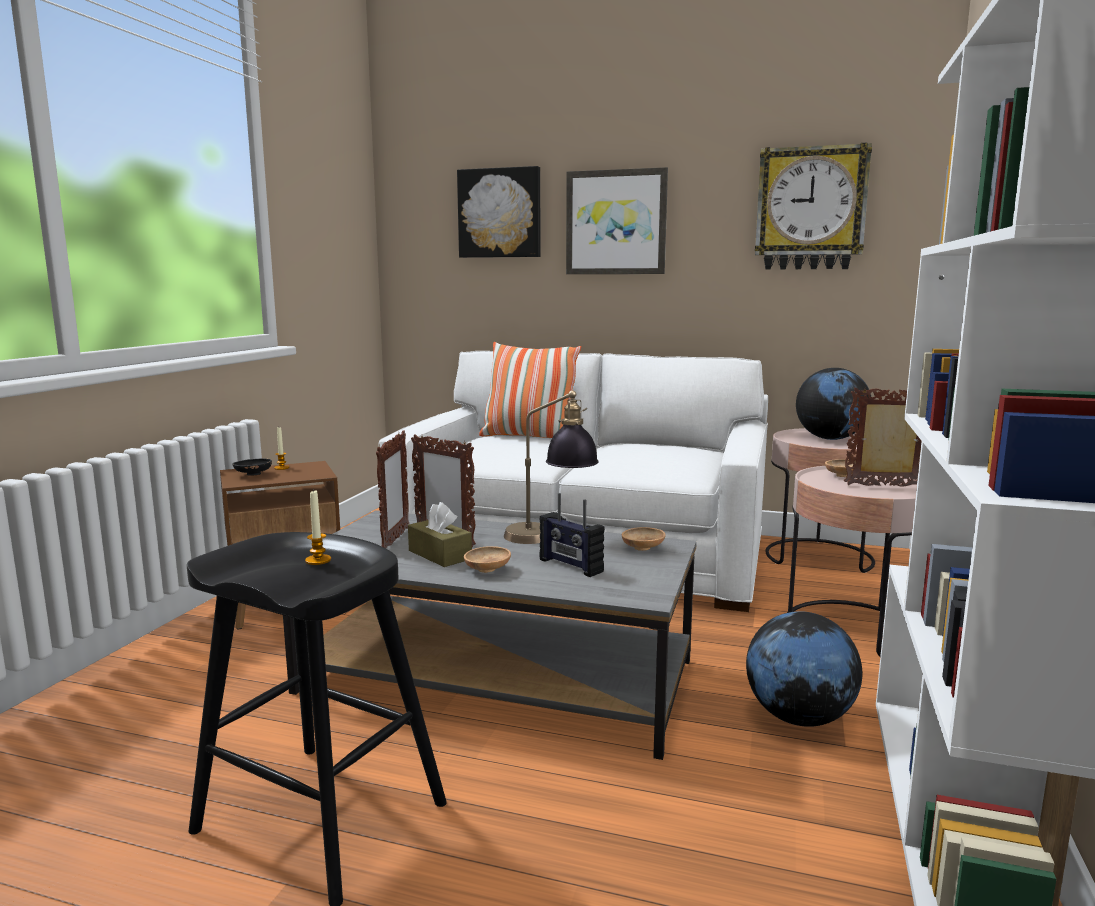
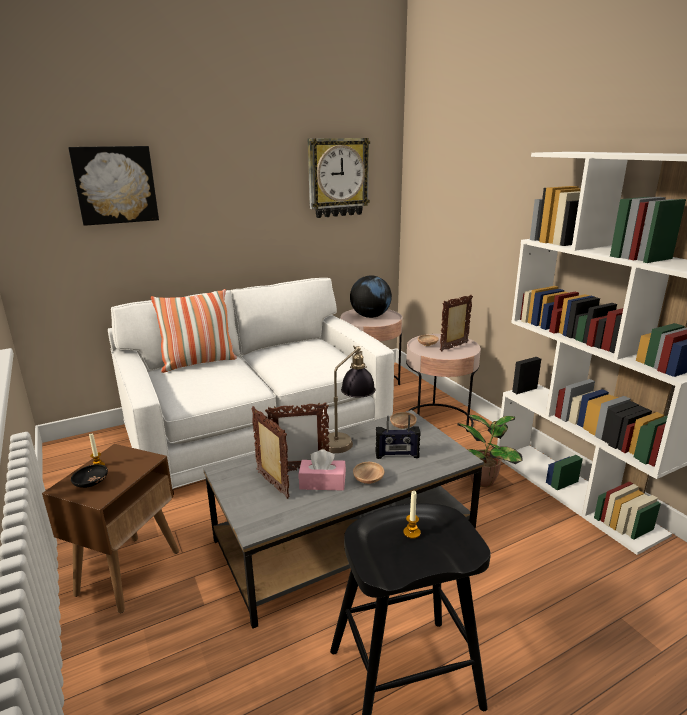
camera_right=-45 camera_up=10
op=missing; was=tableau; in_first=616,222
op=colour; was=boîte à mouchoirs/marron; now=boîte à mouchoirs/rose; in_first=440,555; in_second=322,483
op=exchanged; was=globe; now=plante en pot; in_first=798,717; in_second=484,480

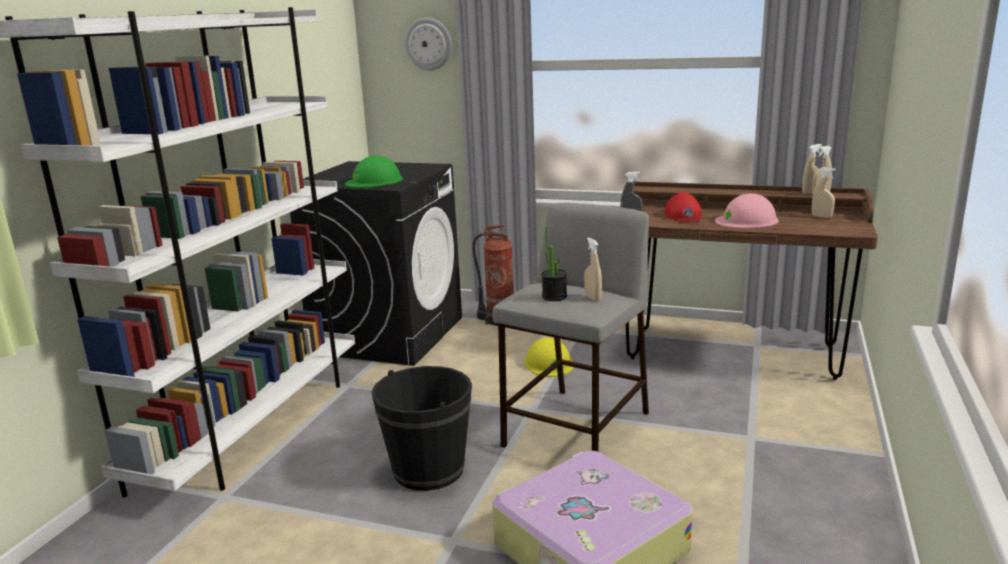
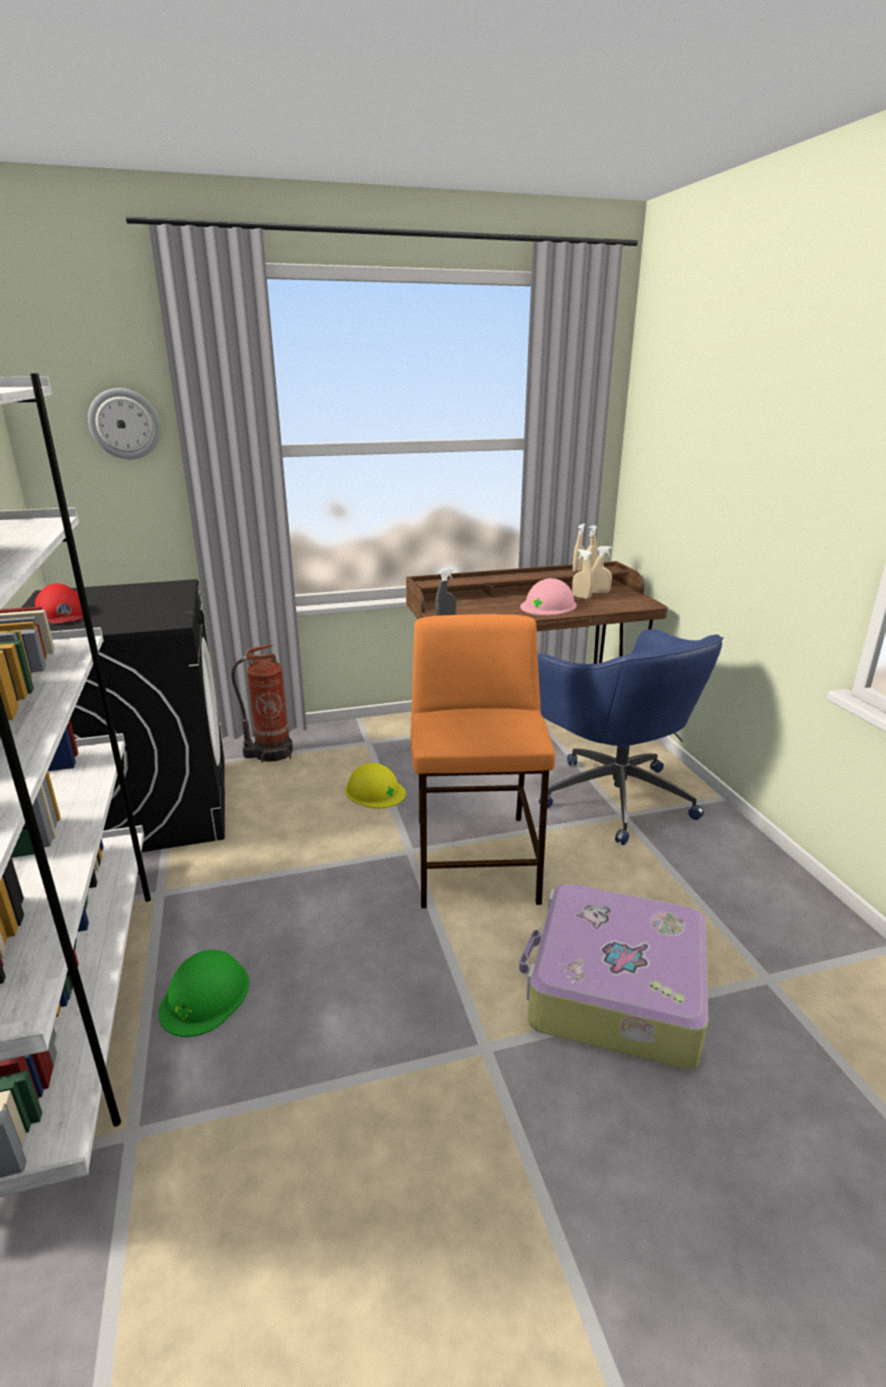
camera_right=-35 camera_up=5
op=relocated; was=casque de chantier/vert; in_first=374,181; in_second=205,995
op=relocated; was=casquette/rouge; in_first=684,216; in_second=62,614
op=colour; was=tabouret/gris; now=tabouret/orange; in_first=576,430; in_second=476,860
op=missing; was=plante en pot; in_first=554,297
op=relocated; was=vaporisateur/beige; in_first=592,298; in_second=581,597
op=missing; was=seau/noir; in_first=428,470
op=appeared; now=chaise de bureau/bleu; in_second=613,795

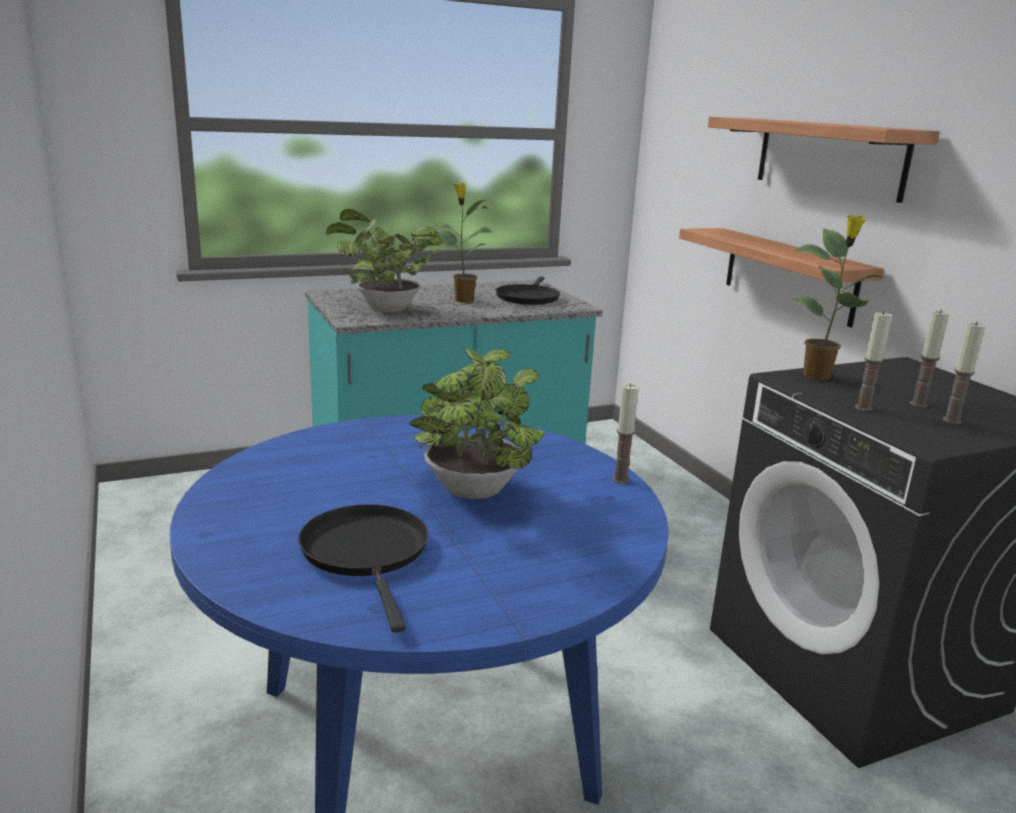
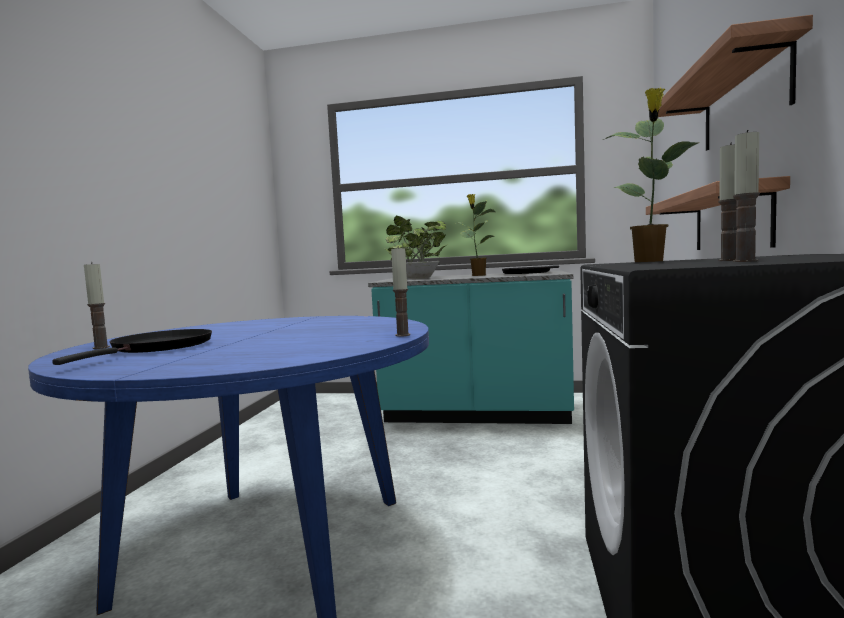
camera_right=35 camera_up=-15
op=relocated; was=bougie; in_first=863,408; in_second=101,347
op=missing; was=plante en pot; in_first=472,493

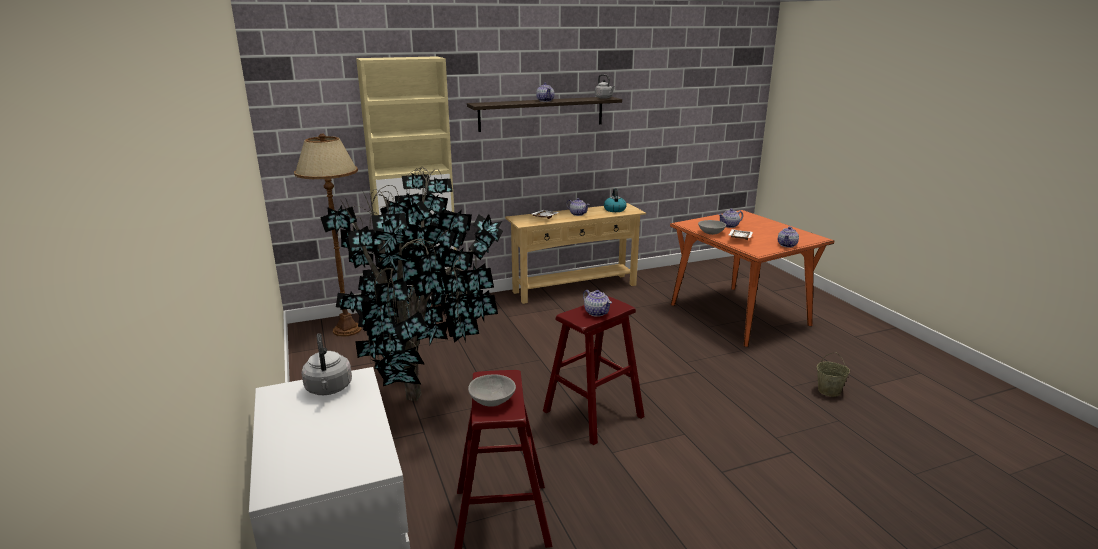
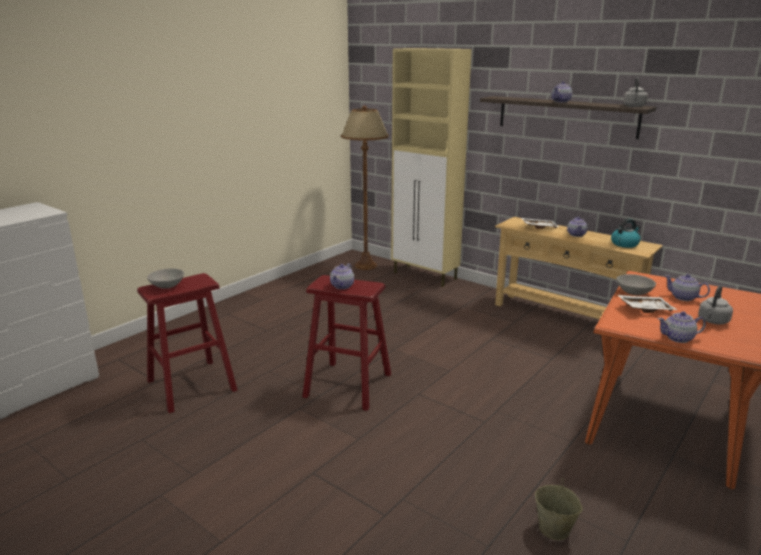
camera_right=60 camera_up=0
op=missing; was=plante en pot; in_first=427,399
op=relocated; was=bouilloire/gris; in_first=329,389; in_second=712,321

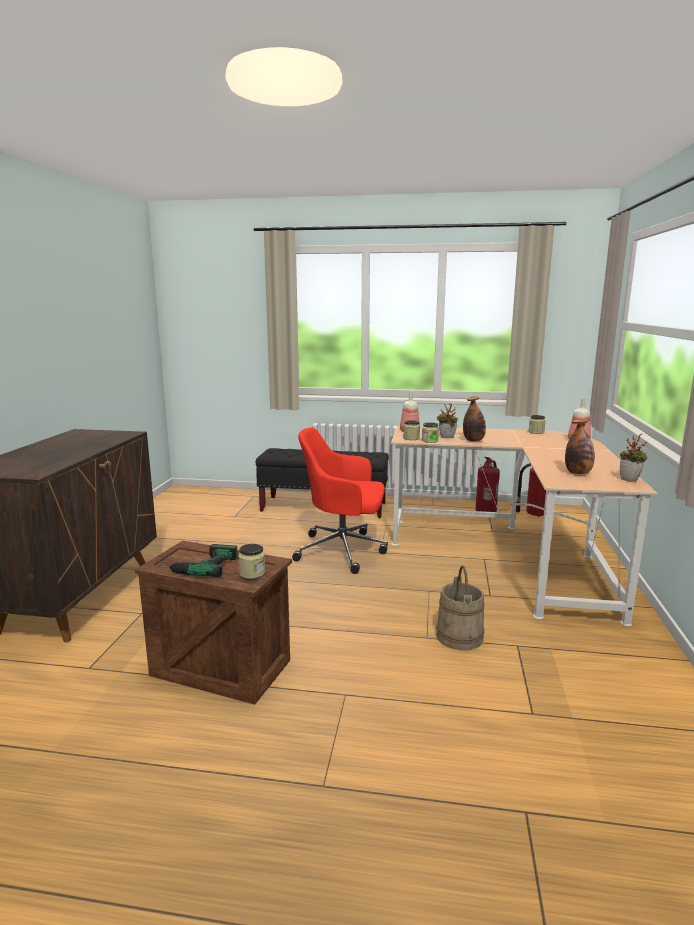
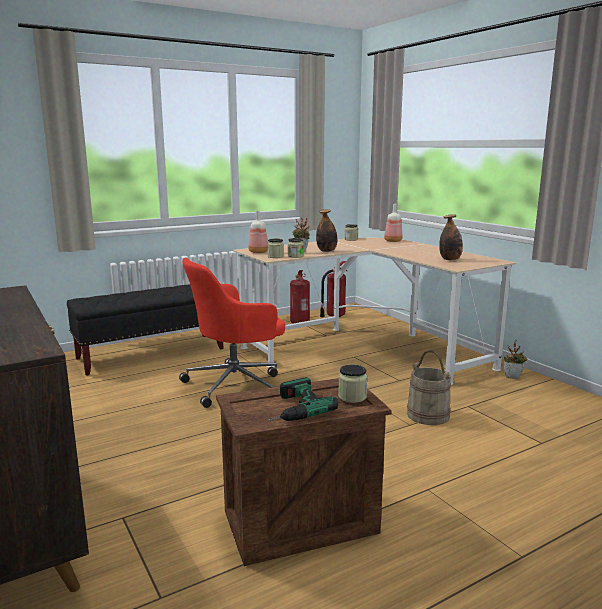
camera_right=-40 camera_up=0
op=relocated; was=plante en pot; in_first=630,480; in_second=513,377

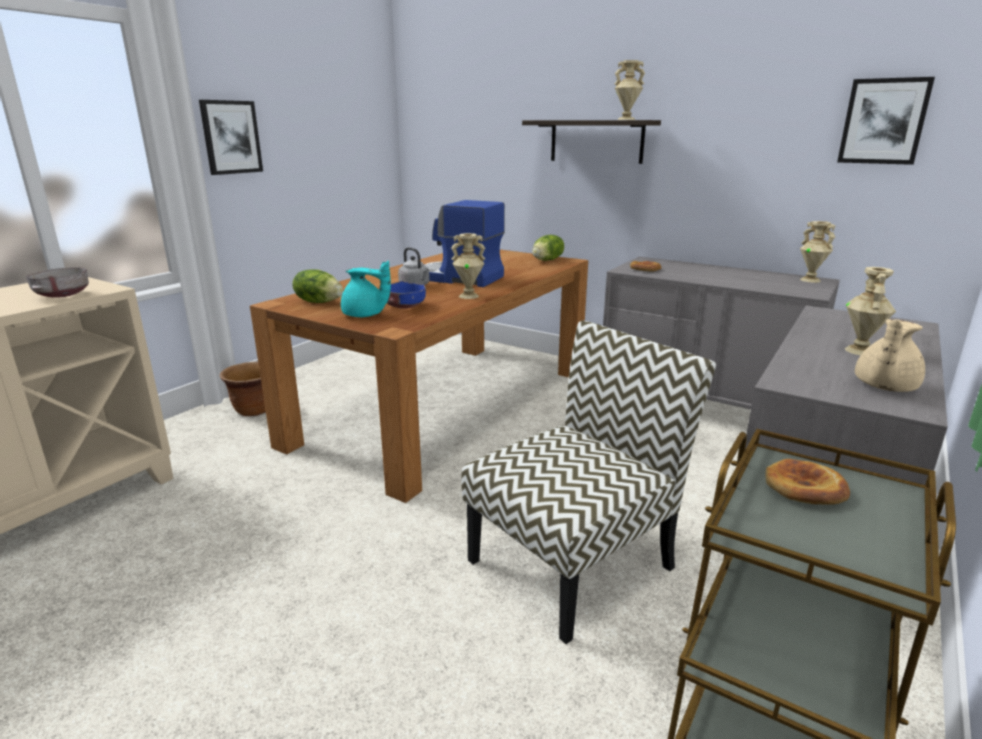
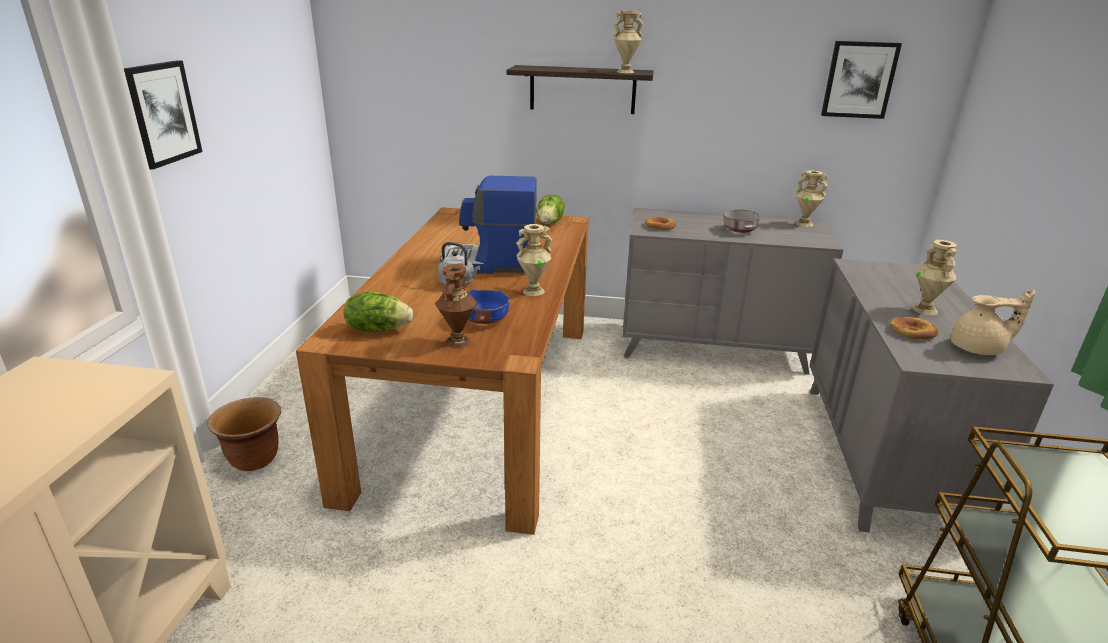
camera_right=-25 camera_up=5
op=exchanged; was=théière/turquoise; now=vase/marron; in_first=365,315; in_second=458,342
op=relocated; was=bol/gris; in_first=63,295; in_second=739,230
op=spun; was=théière/beige; in_first=883,386; in_second=978,349; clockwise=-105
op=missing; was=chaise; in_first=572,562
op=relocated; was=pain; in_first=804,487; in_second=911,331

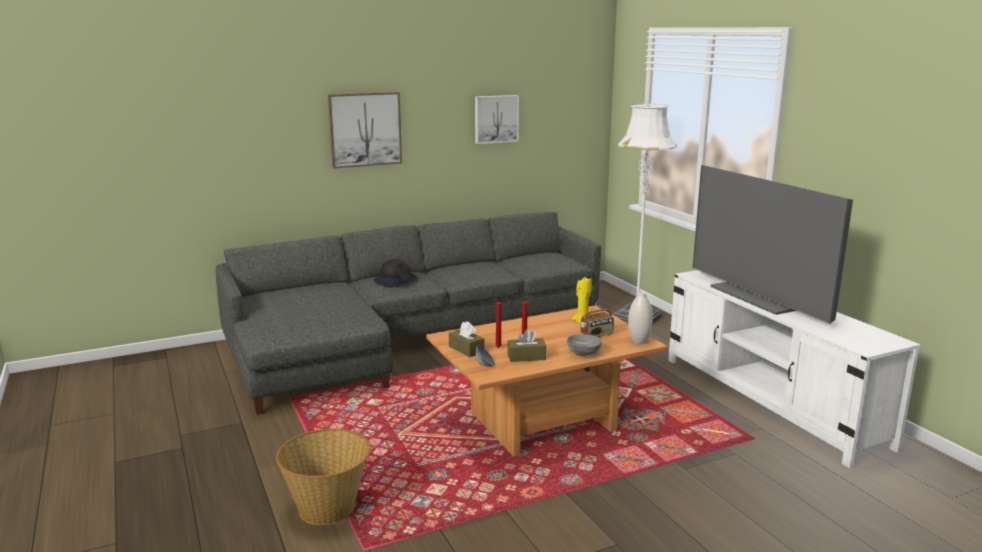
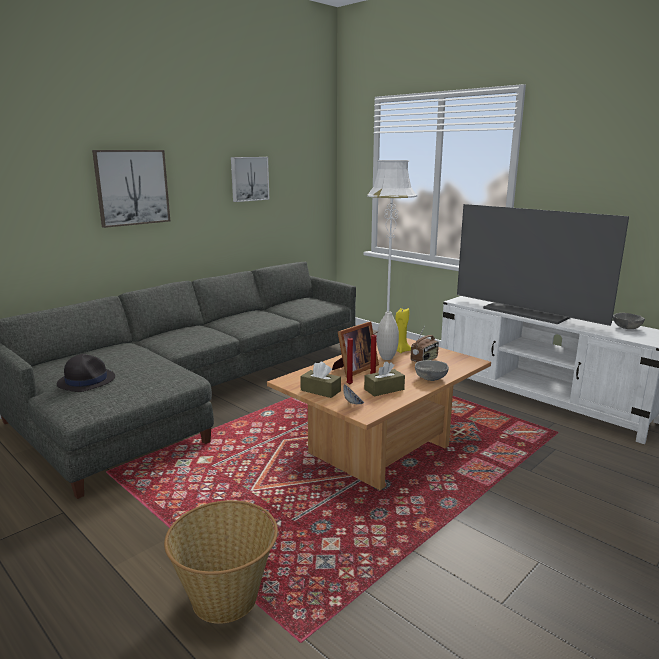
camera_right=-20 camera_up=0
op=relocated; was=chapeau/noir; in_first=396,280; in_second=86,380
op=relocated; was=vase/blanc; in_first=638,342; in_second=387,358
op=appeared; now=bol/gris; in_second=627,328
op=appeared; now=cadre photo; in_second=354,369

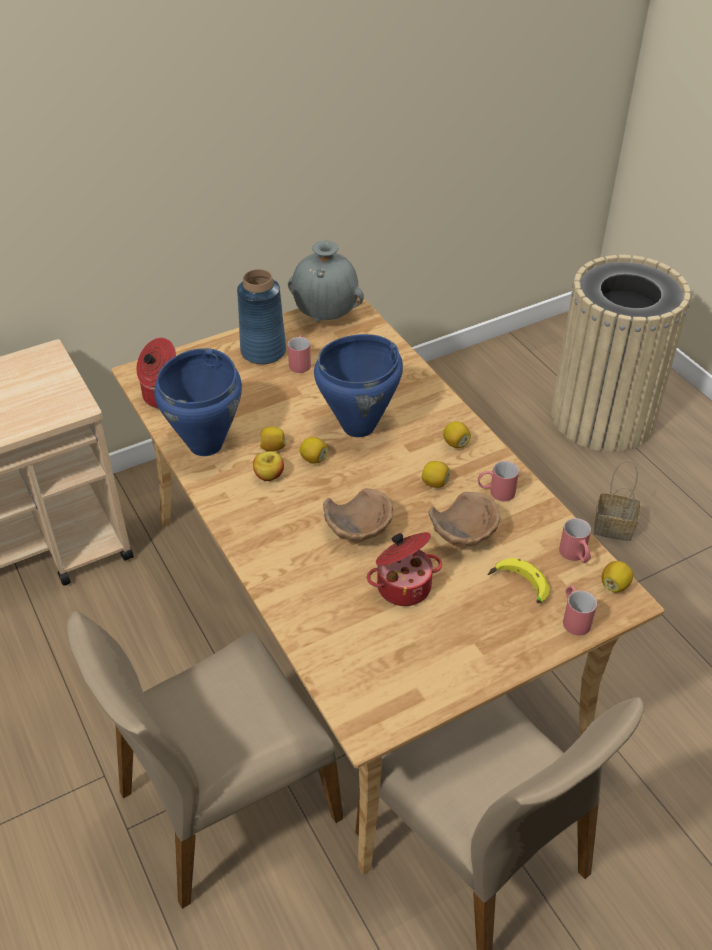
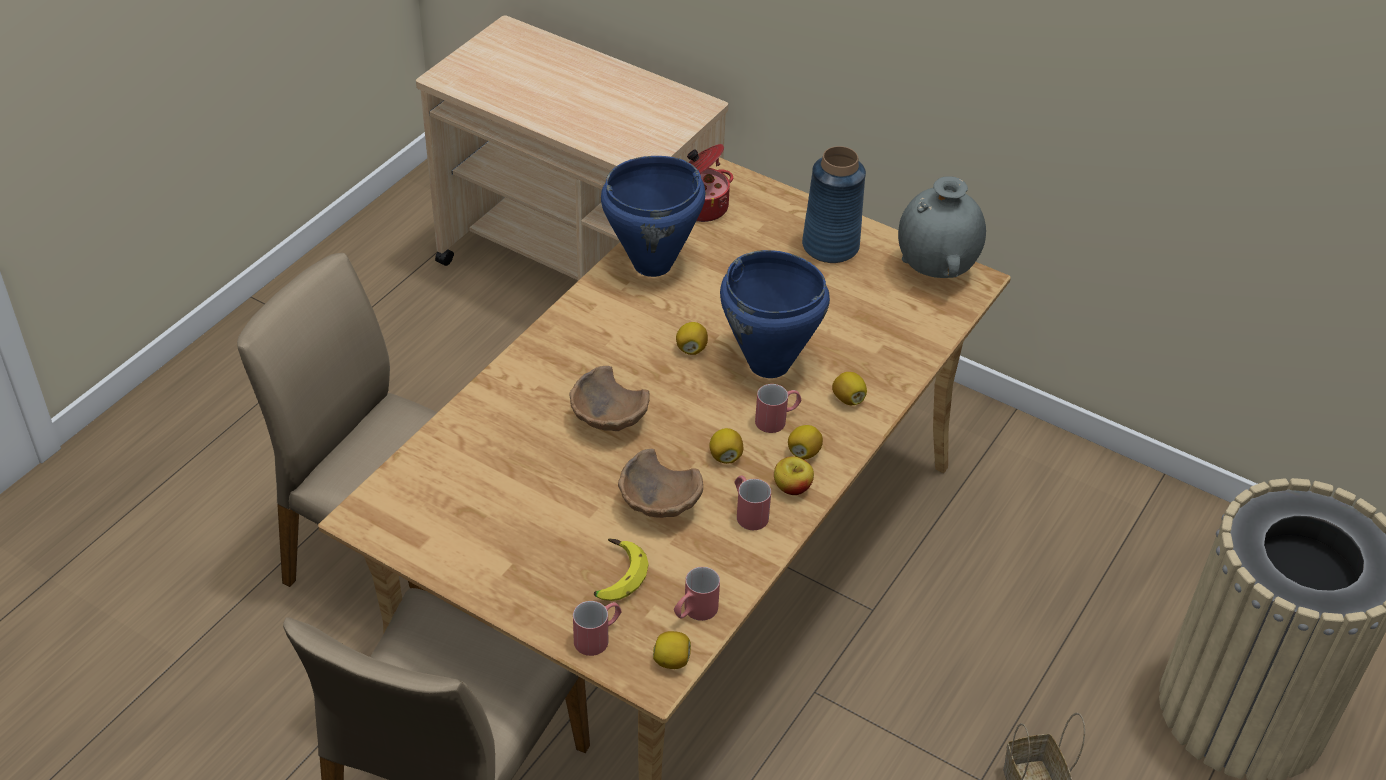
camera_right=60 camera_up=0
op=relocated; was=mug/rouge; in_first=300,362; in_second=777,419
op=relocated; was=citron; in_first=272,448; in_second=848,399
op=relocated; was=pomme; in_first=269,475; in_second=792,487
op=missing; was=marmite; in_first=403,585

